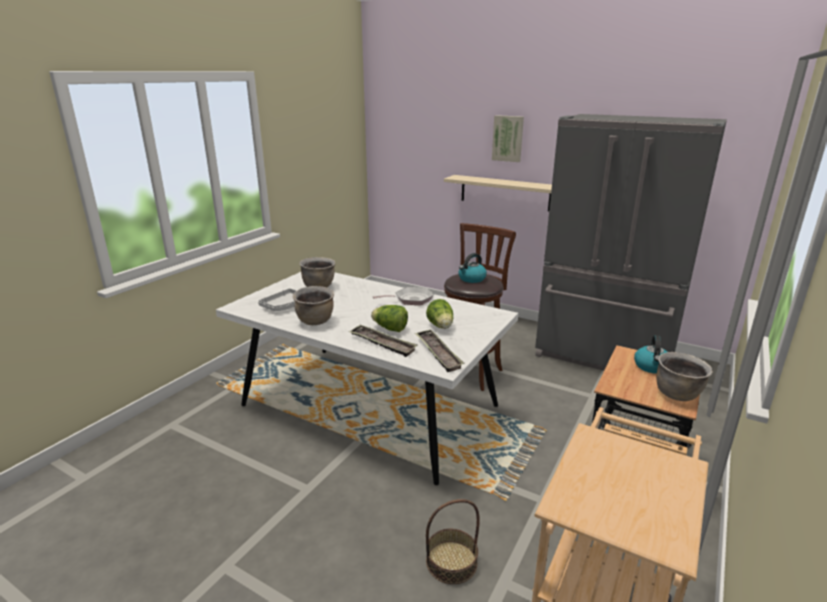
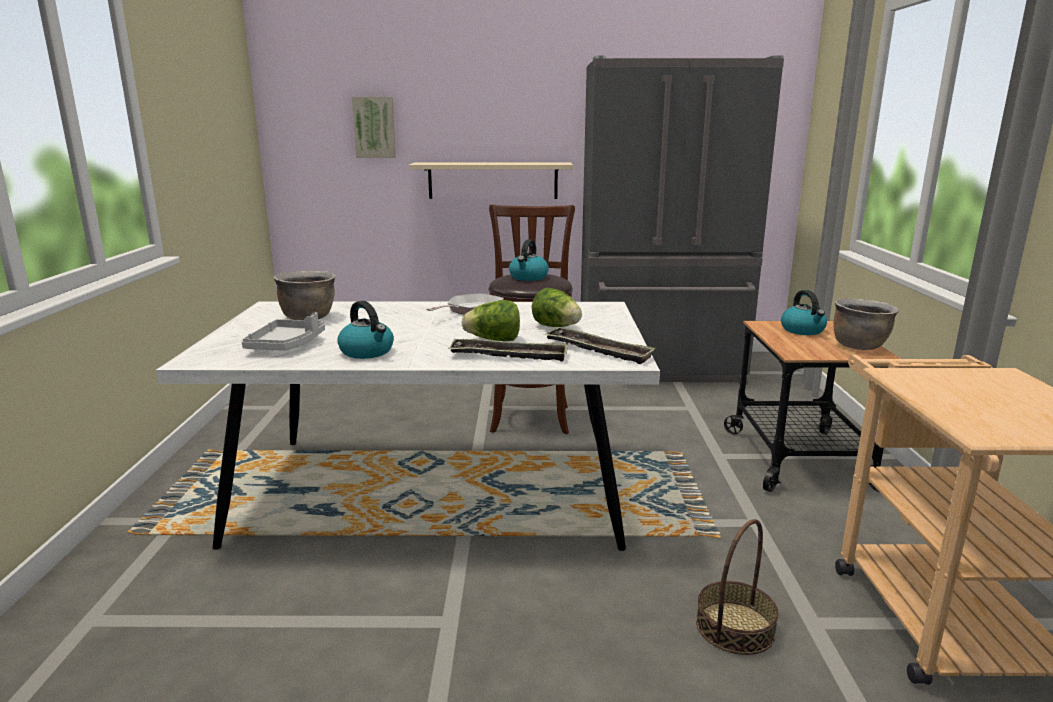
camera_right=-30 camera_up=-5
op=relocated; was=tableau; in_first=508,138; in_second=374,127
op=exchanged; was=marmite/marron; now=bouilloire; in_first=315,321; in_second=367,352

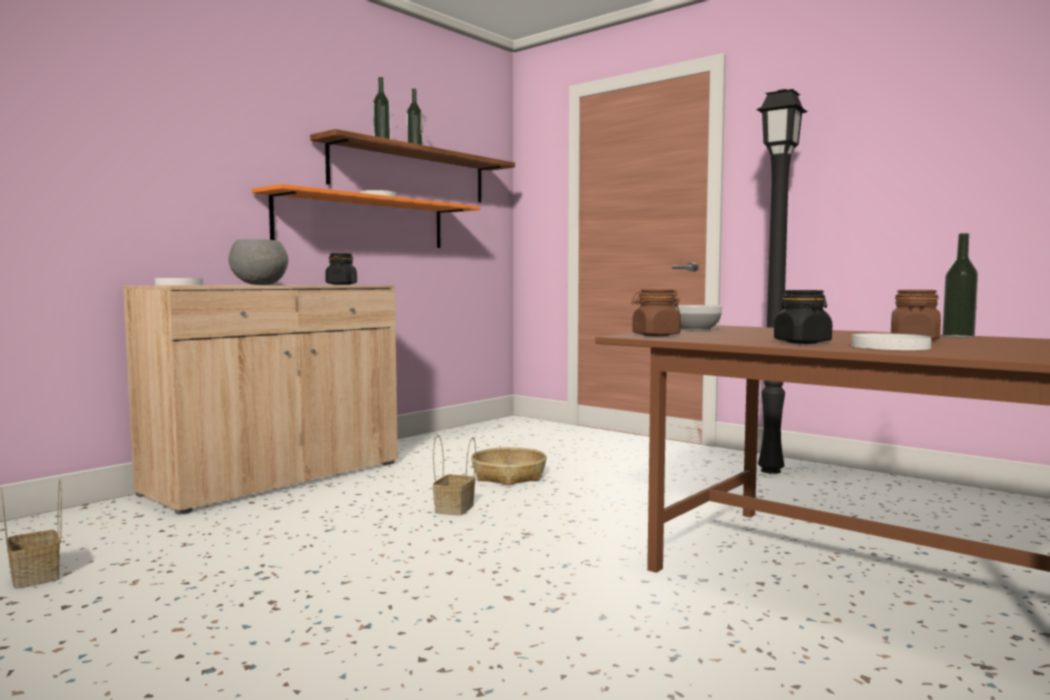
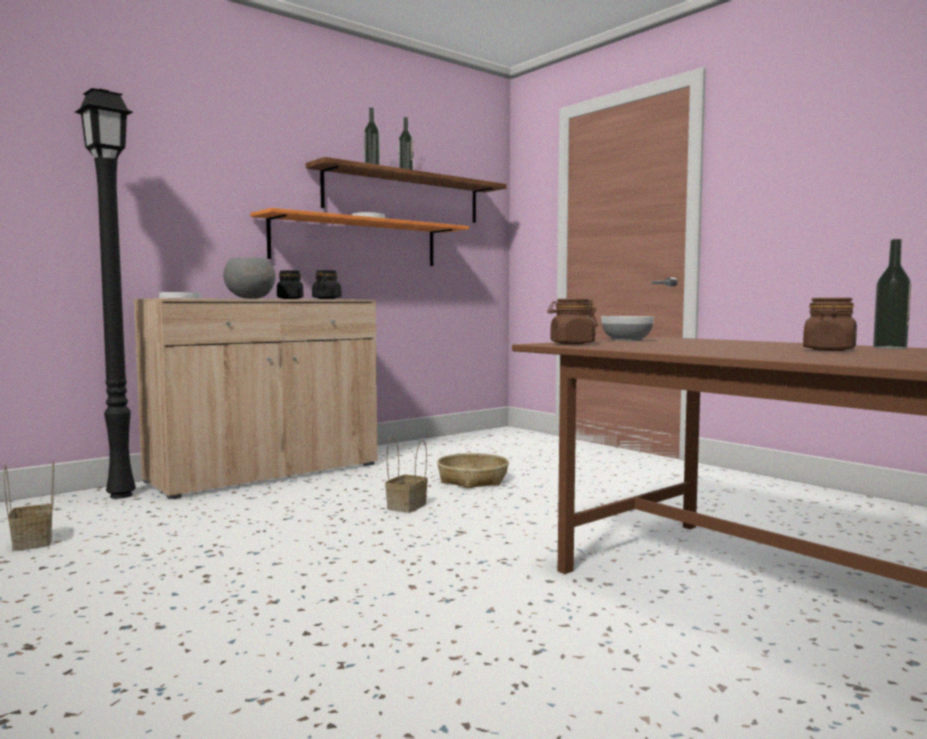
camera_right=10 camera_up=0
op=relocated; was=lampadaire/noir; in_first=772,471; in_second=123,495
op=relocated; was=bocal/noir; in_first=802,342; in_second=290,299
op=missing; was=assiette/blanc; in_first=890,346

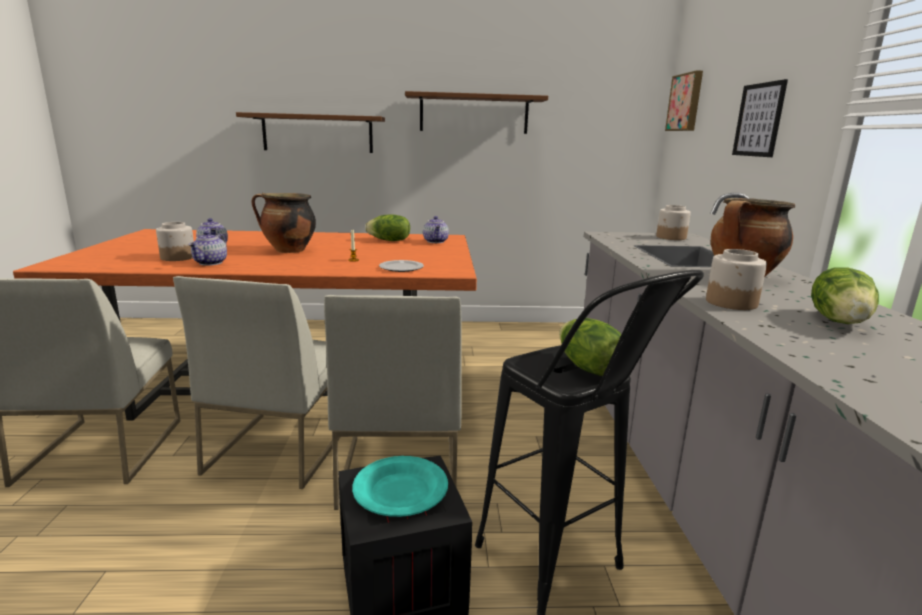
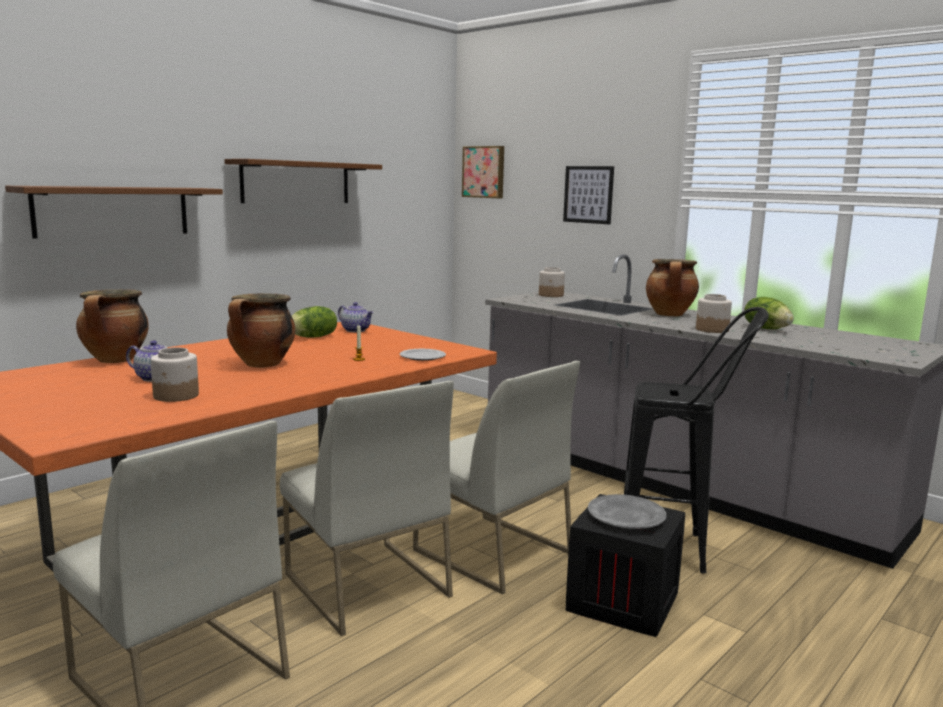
camera_right=-45 camera_up=-5
op=missing; was=théière; in_first=211,263
op=missing; was=laitue; in_first=587,367
op=colour; was=assiette/turquoise; now=assiette/gris; in_first=401,490; in_second=626,516
op=appeared; now=marmite; in_second=115,360

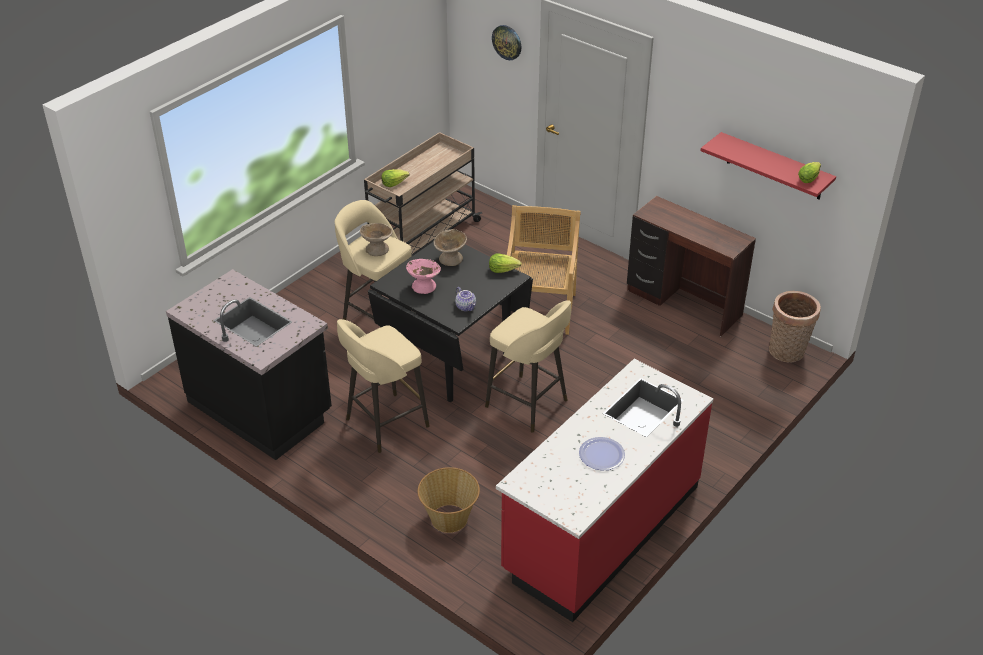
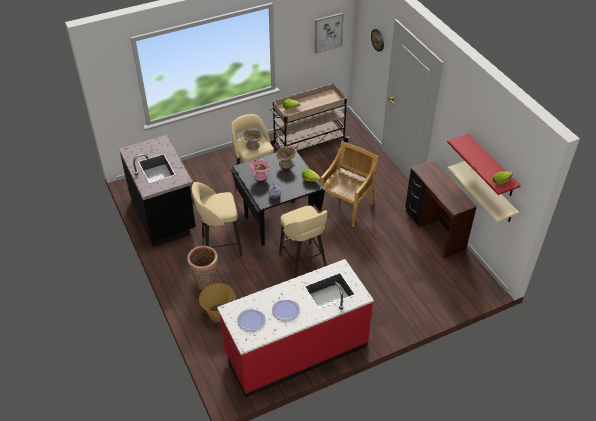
camera_right=25 camera_up=5
op=relocated; was=panier; in_first=787,353; in_second=206,283
op=appeared; now=tableau; in_second=328,32
op=appeared; now=étagère/beige; in_second=490,192
op=appeared; now=assiette; in_second=251,320

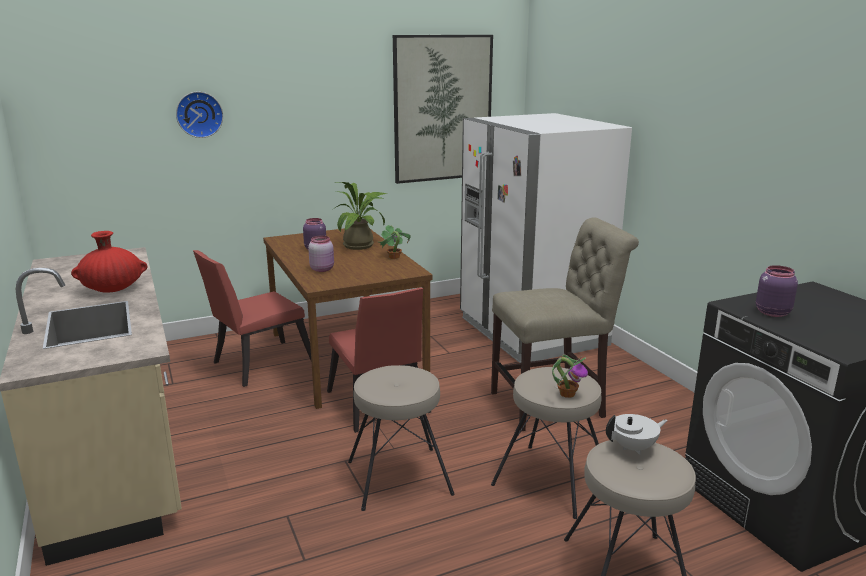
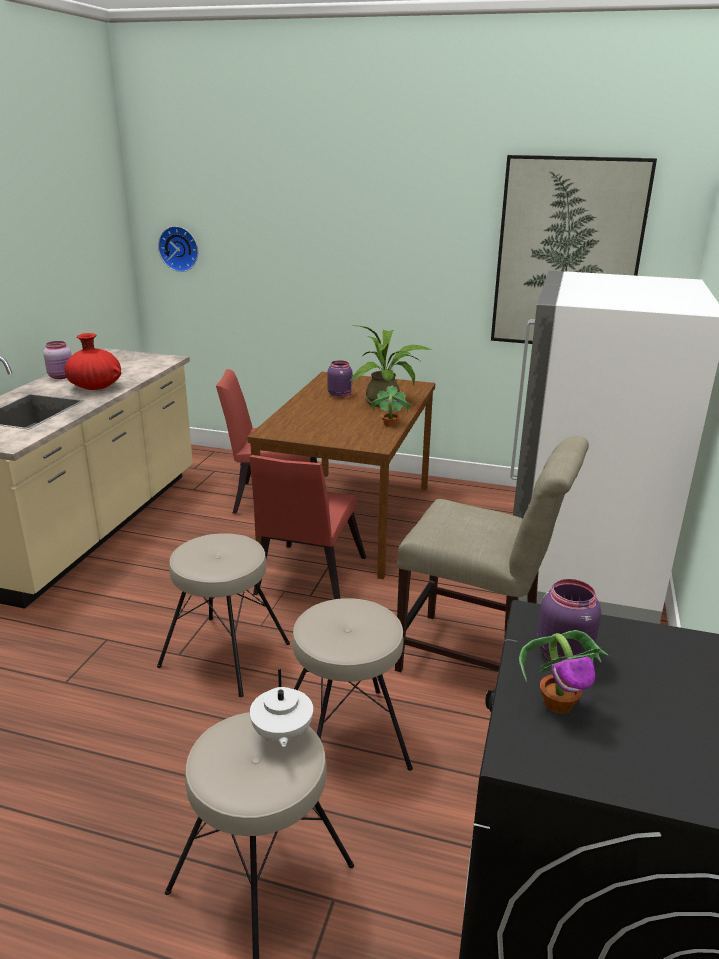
camera_right=40 camera_up=5
op=relocated; was=horloge murale; in_first=199,114; in_second=180,248
op=relocated; was=bocal/rose; in_first=322,269; in_second=62,376
op=relocated; was=plante en pot; in_first=567,393; in_second=558,703
op=spun; was=théière/blanc; in_first=634,447; in_second=281,735; clockwise=60

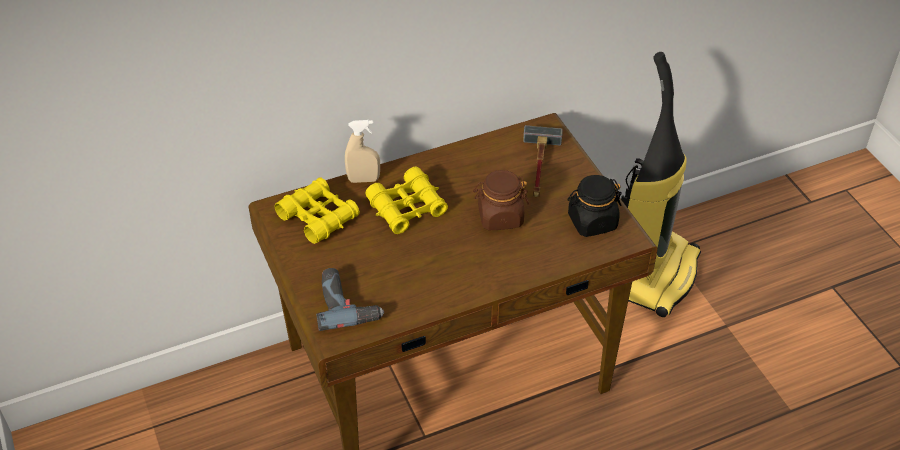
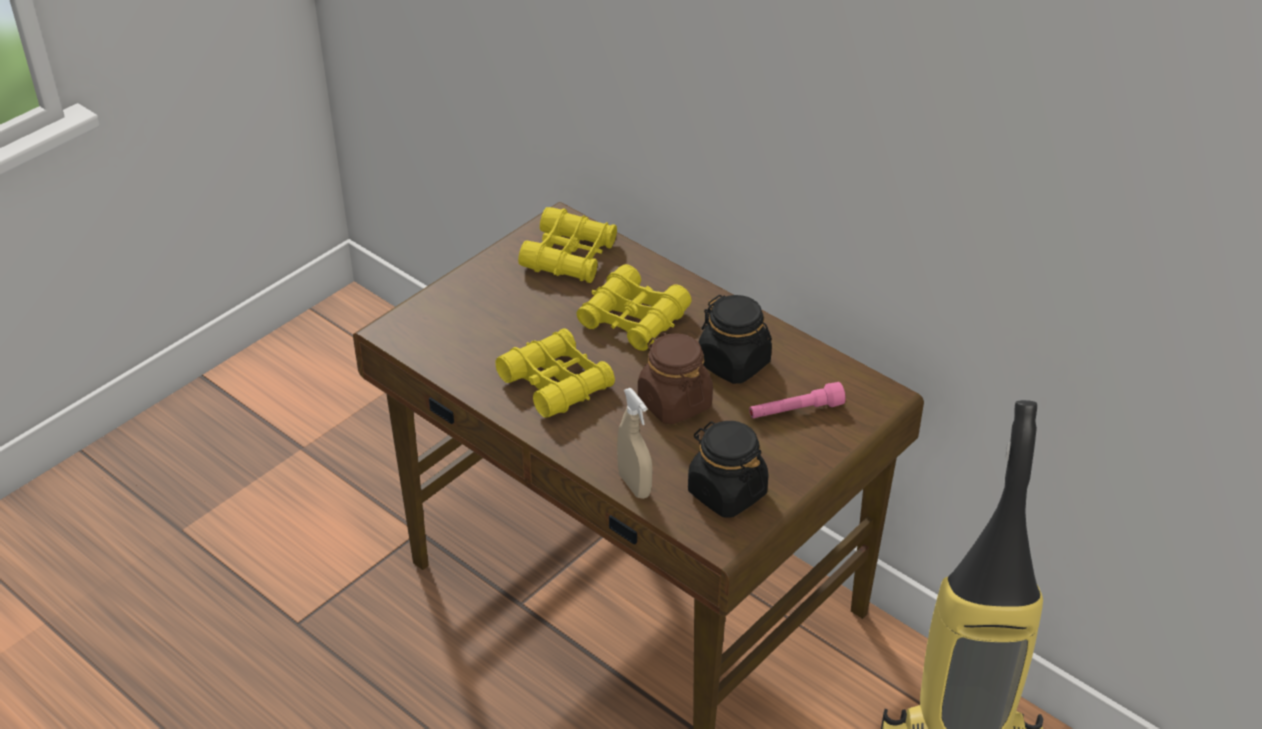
camera_right=65 camera_up=-5
op=relocated; was=vaporisateur/beige; in_first=363,179; in_second=634,485
op=exchanged; was=marteau; now=lampe de poche/rose; in_first=539,167; in_second=795,411
op=missing; was=perceuse; in_first=347,303
op=appeared; now=bocal/noir; in_second=734,363
op=appeared; now=jumelles/jaune; in_second=556,383

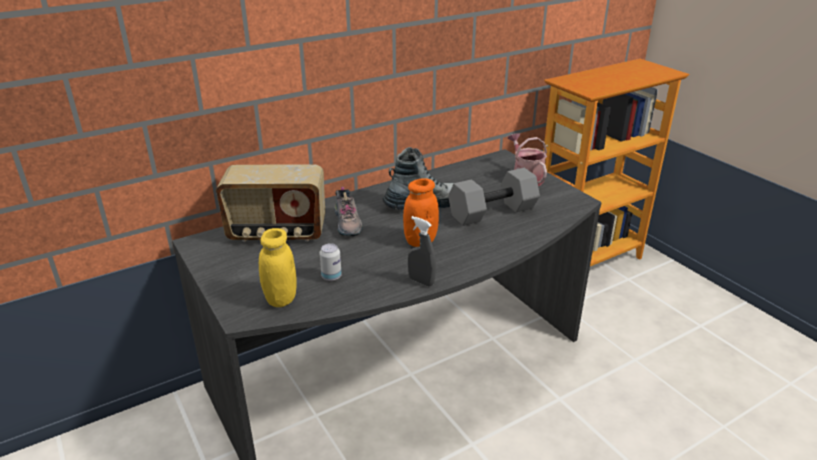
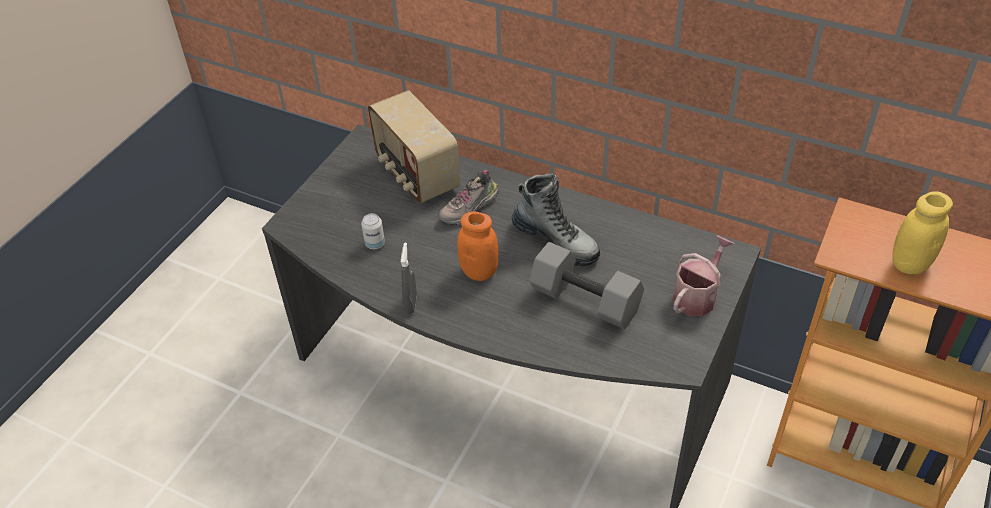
camera_right=60 camera_up=15
op=relocated; was=bocal/jaune; in_first=280,299; in_second=910,264

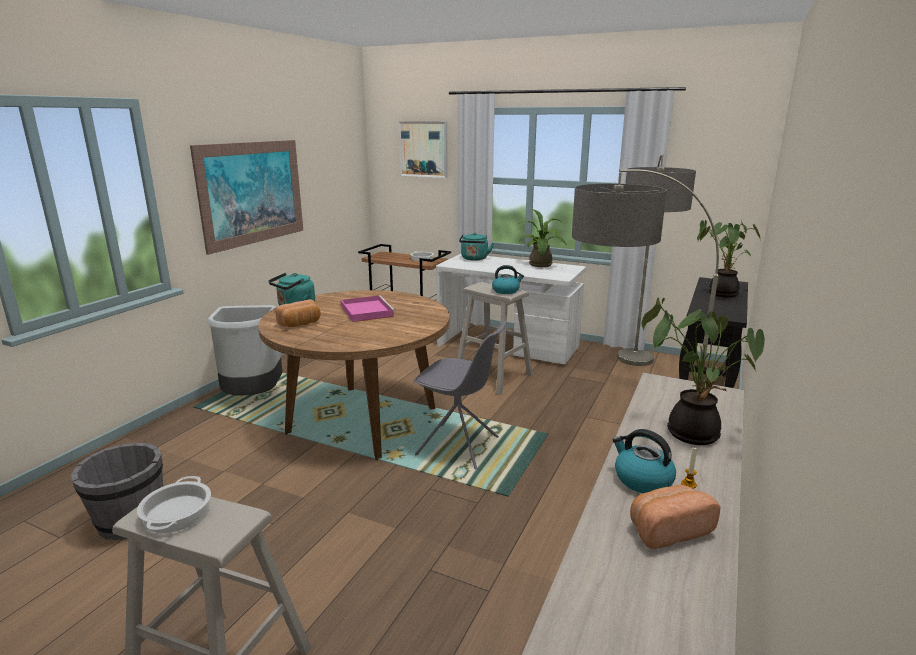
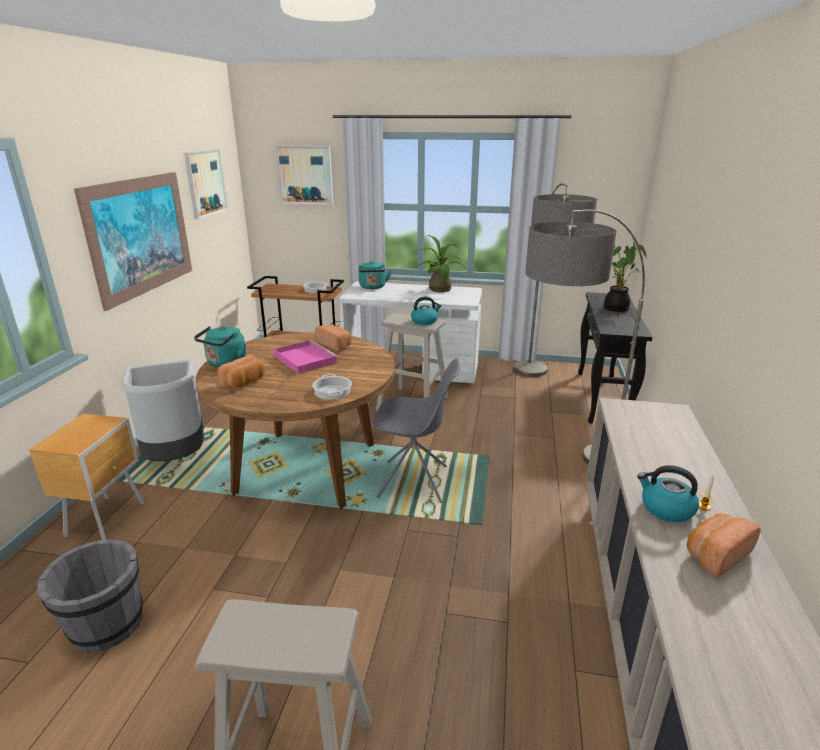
camera_right=-15 camera_up=5
op=missing; was=plante en pot; in_first=692,431
op=relocated; was=marmite; in_first=177,513; in_second=333,391
op=appeared; now=tableau; in_second=205,183
op=appeared; now=pain; in_second=335,346
op=appeared; now=table de chevet/marron; in_second=108,518

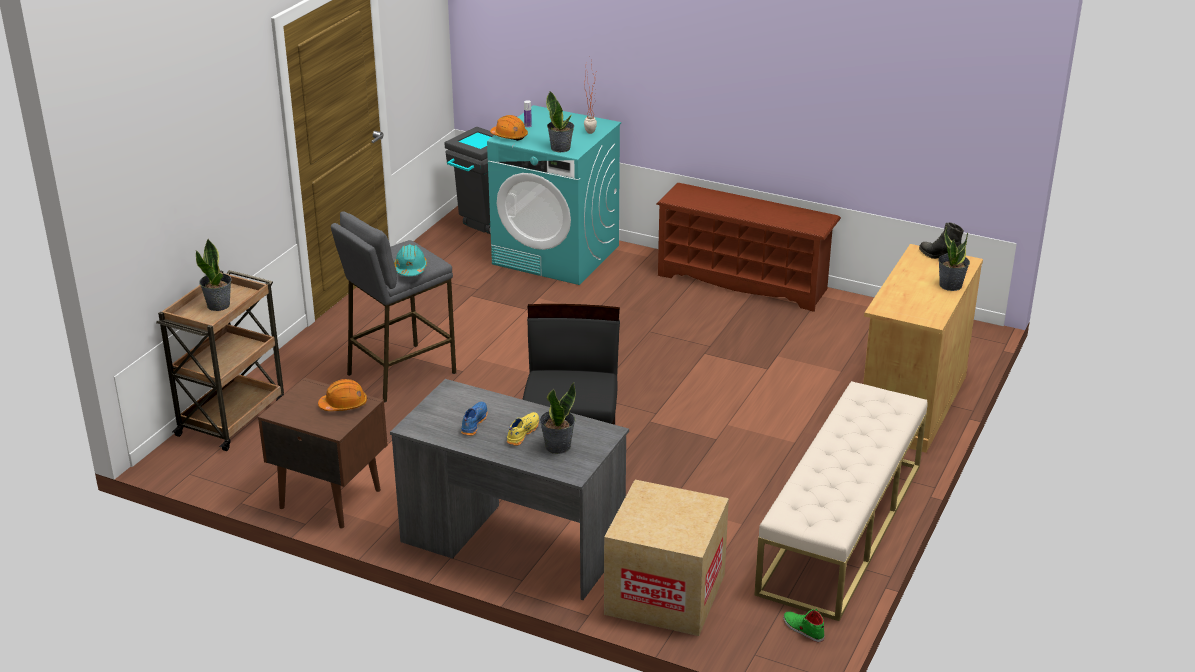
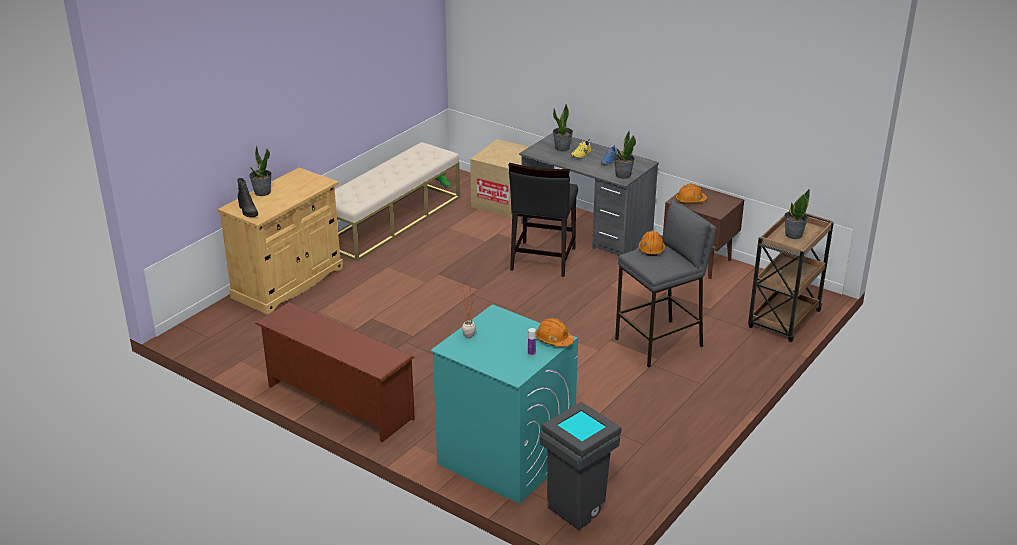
camera_right=-170 camera_up=0
op=relocated; was=plante en pot; in_first=561,148; in_second=623,175
op=colour; was=casque de chantier/turquoise; now=casque de chantier/orange; in_first=410,269; in_second=651,249

